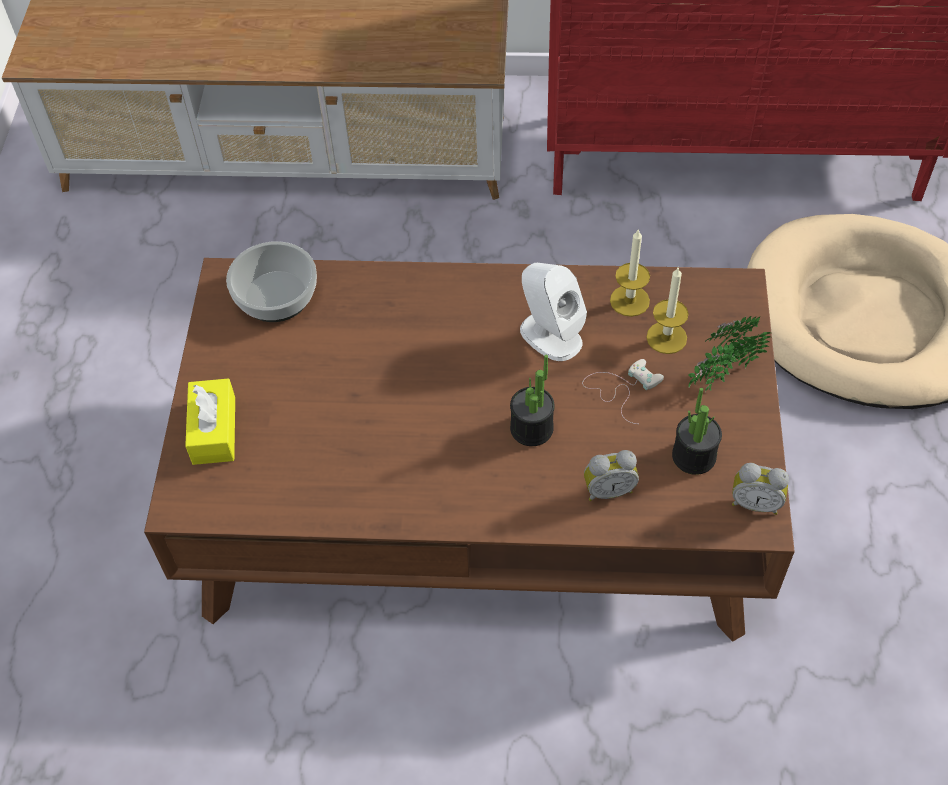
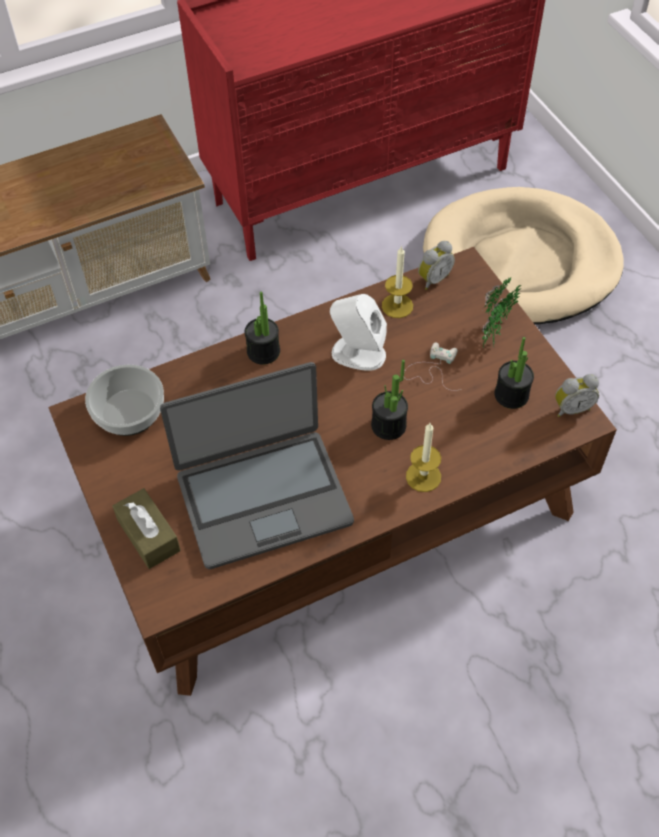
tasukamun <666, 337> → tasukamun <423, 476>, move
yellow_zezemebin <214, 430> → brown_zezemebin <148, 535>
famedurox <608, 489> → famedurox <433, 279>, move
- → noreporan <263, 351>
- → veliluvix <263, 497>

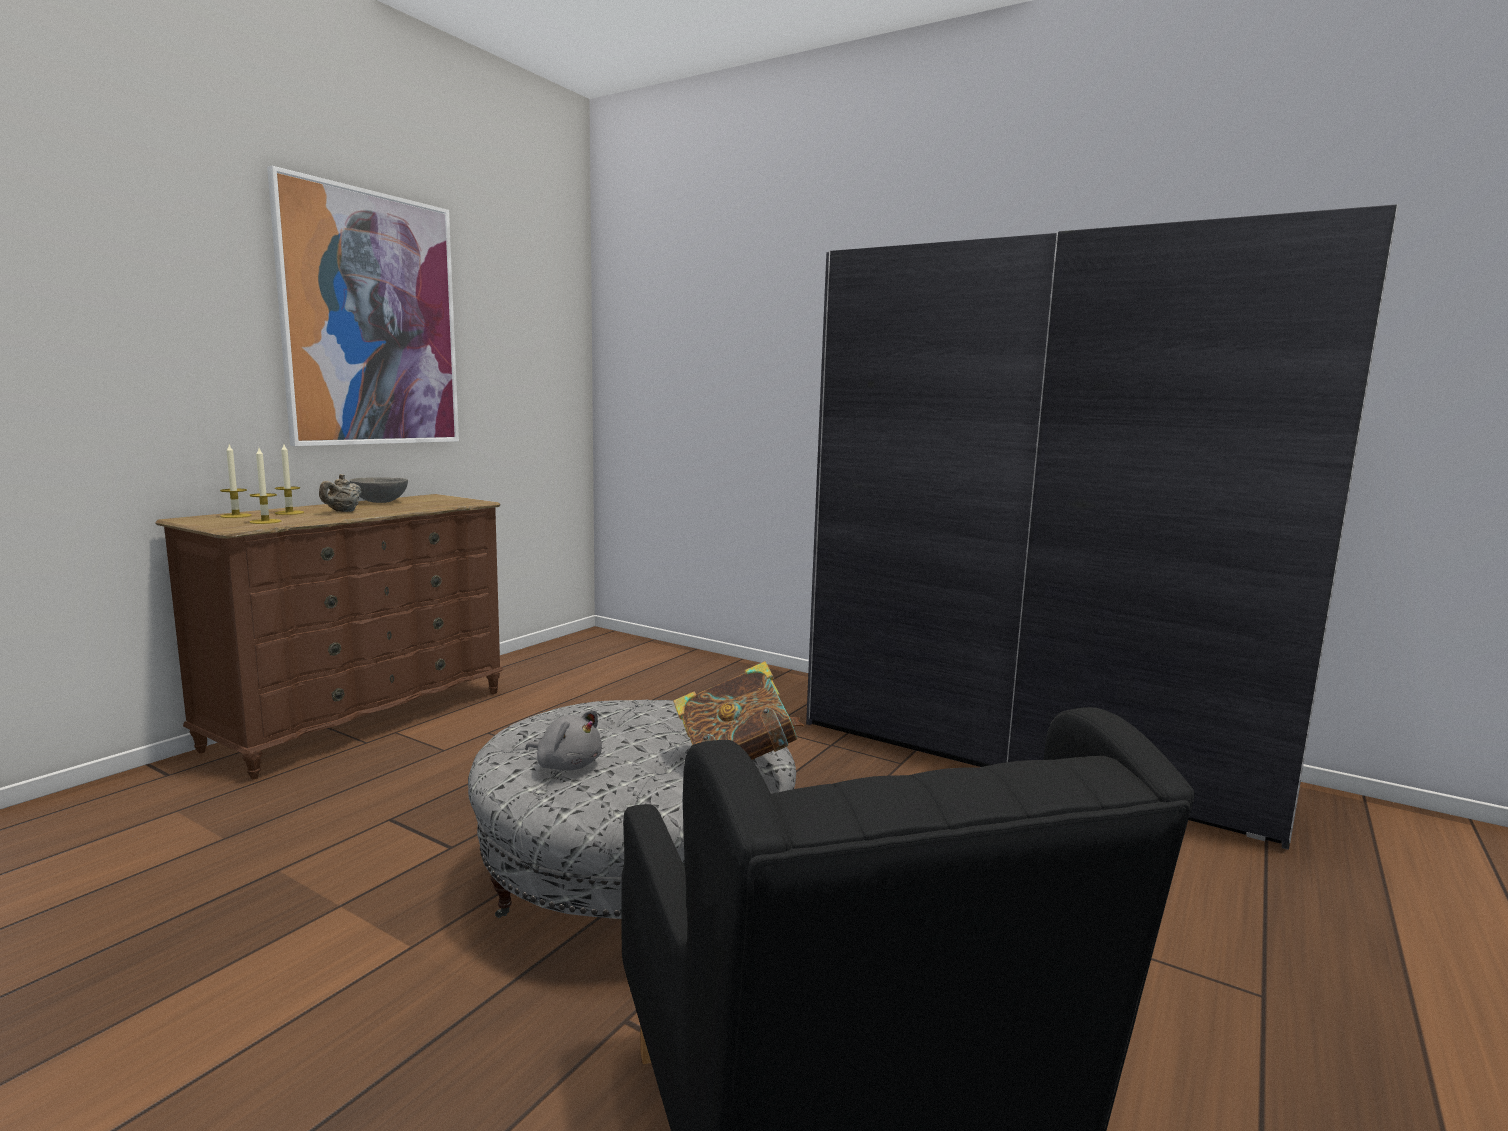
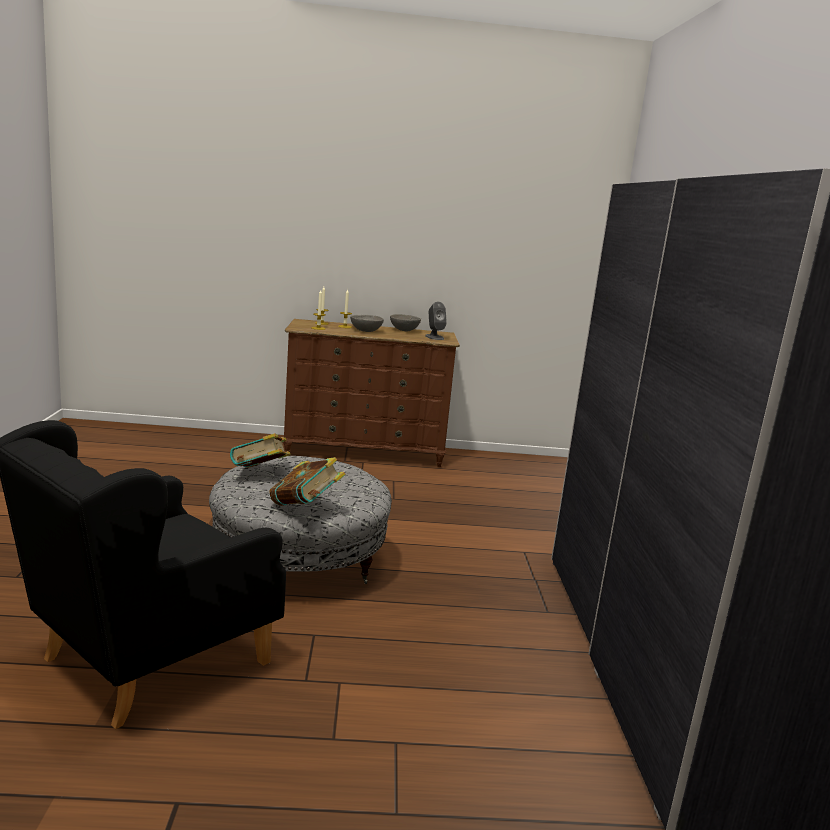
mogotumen <371, 320> → -
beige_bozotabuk <342, 512> → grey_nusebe <365, 331>
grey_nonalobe <567, 765> → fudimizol <260, 474>
- → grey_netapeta <434, 337>

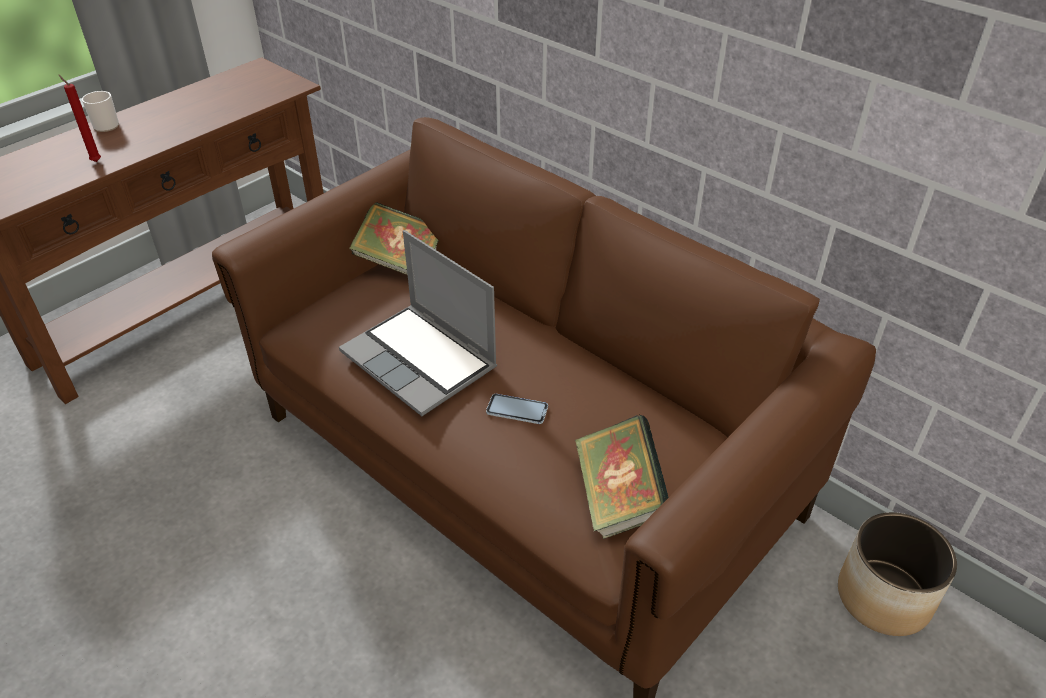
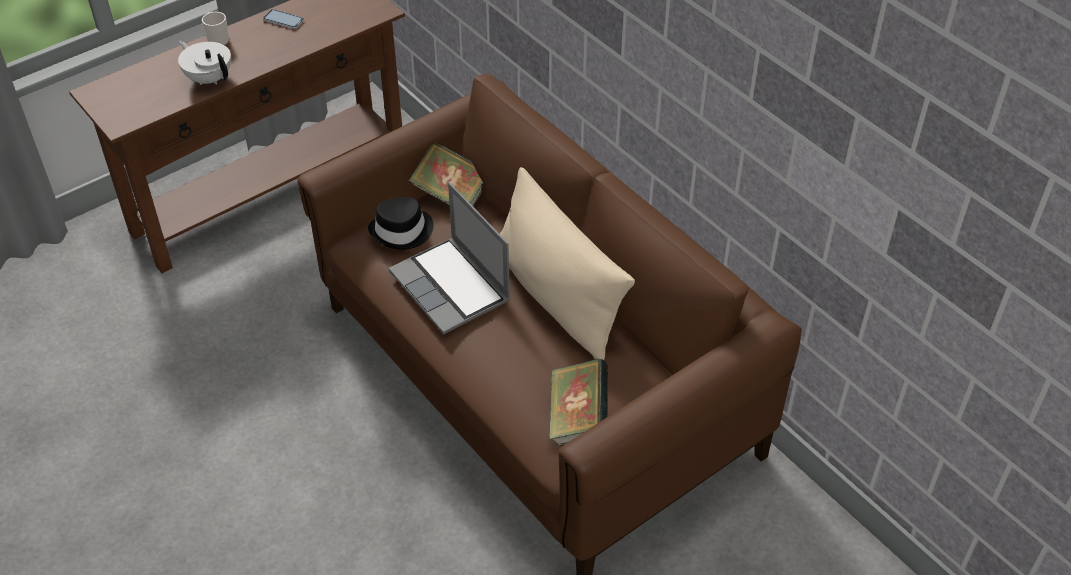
red_tasukamun <95, 161> → white_bozotabuk <209, 78>
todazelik <517, 410> → todazelik <283, 20>, move
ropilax <884, 597> → -
- → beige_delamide <556, 297>
- → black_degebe <402, 231>

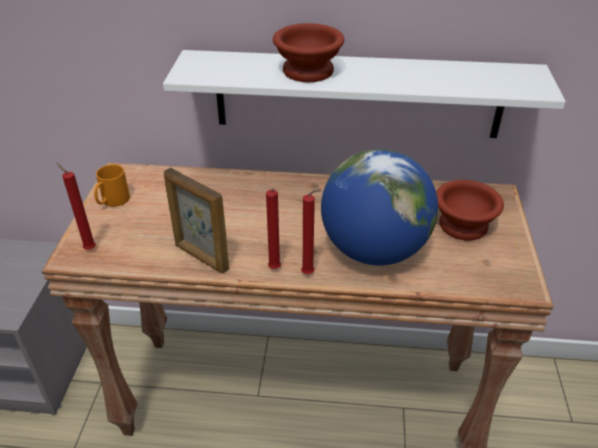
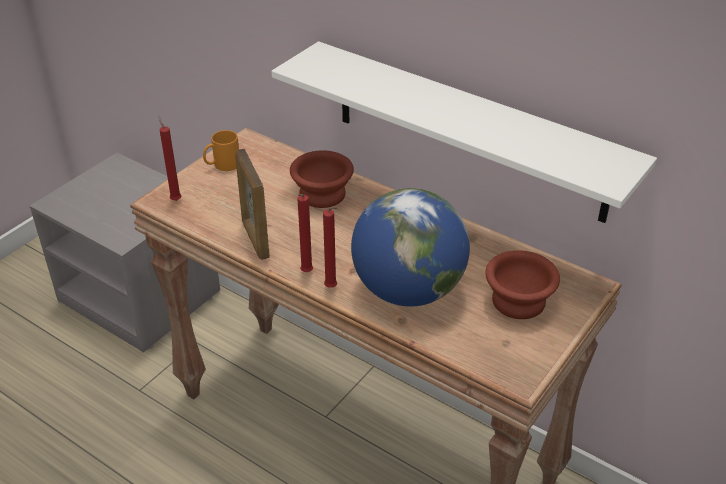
brown_nusebe <310, 72> → brown_nusebe <323, 195>, move

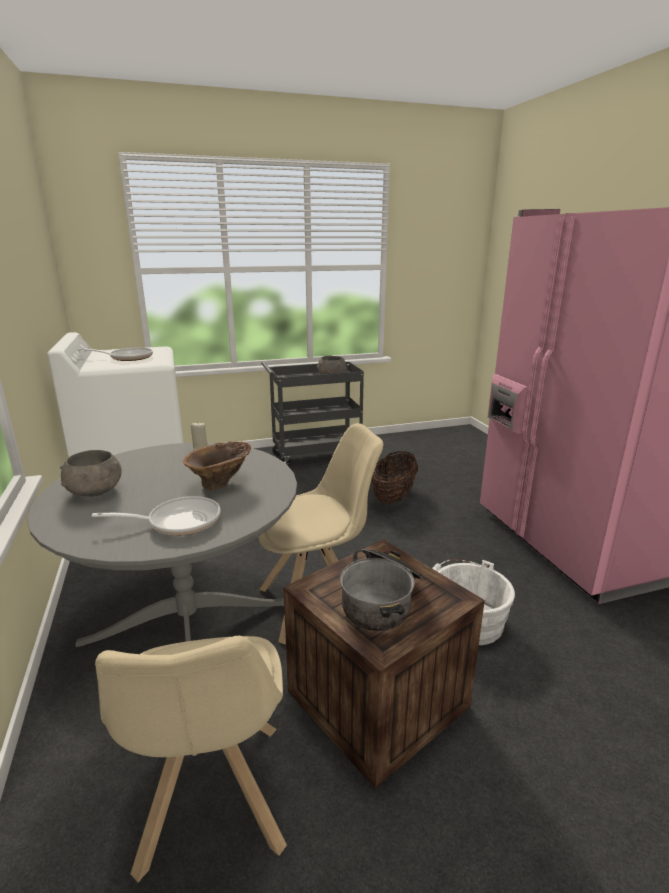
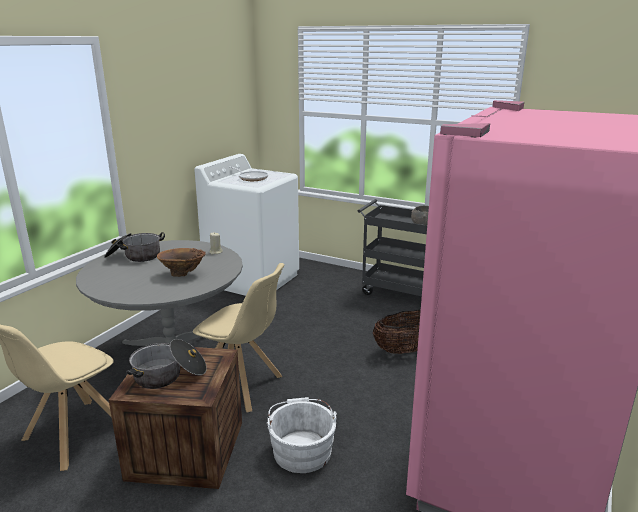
grey_nusebe <95, 491> → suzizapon <135, 256>
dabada <178, 521> → -

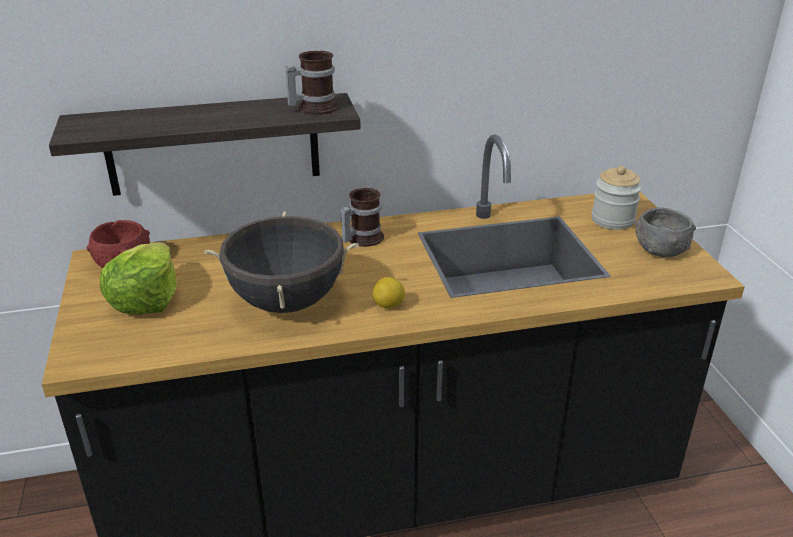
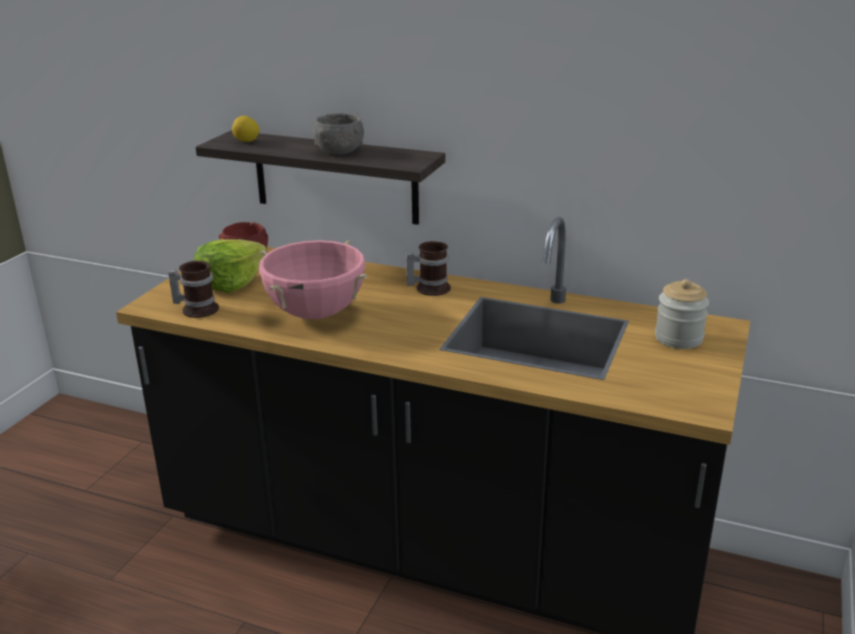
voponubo <313, 107> → voponubo <197, 308>, move
grey_nusebe <660, 249> → grey_nusebe <339, 151>, move
black_suzizapon <286, 302> → pink_suzizapon <316, 313>
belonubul <389, 305> → belonubul <246, 141>, move

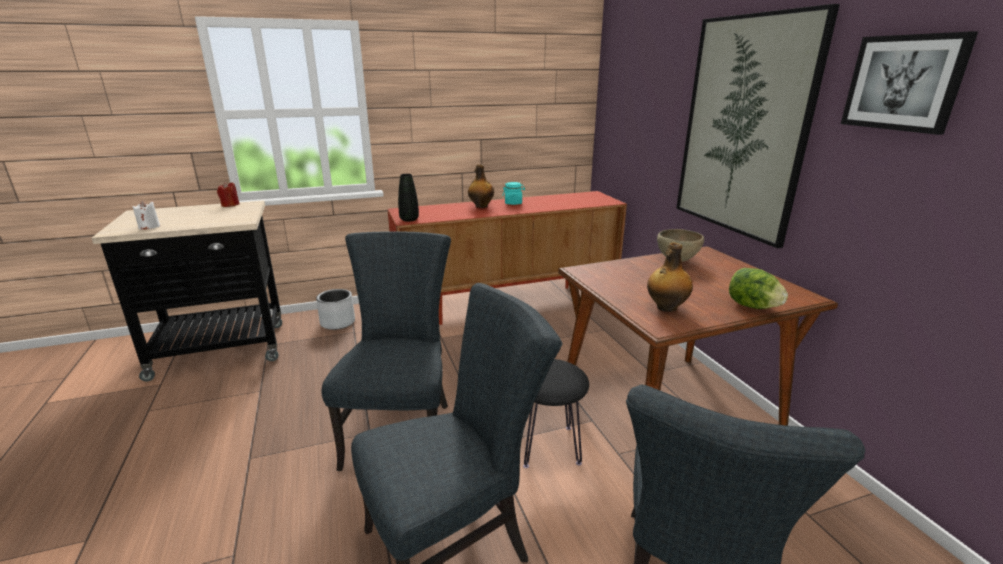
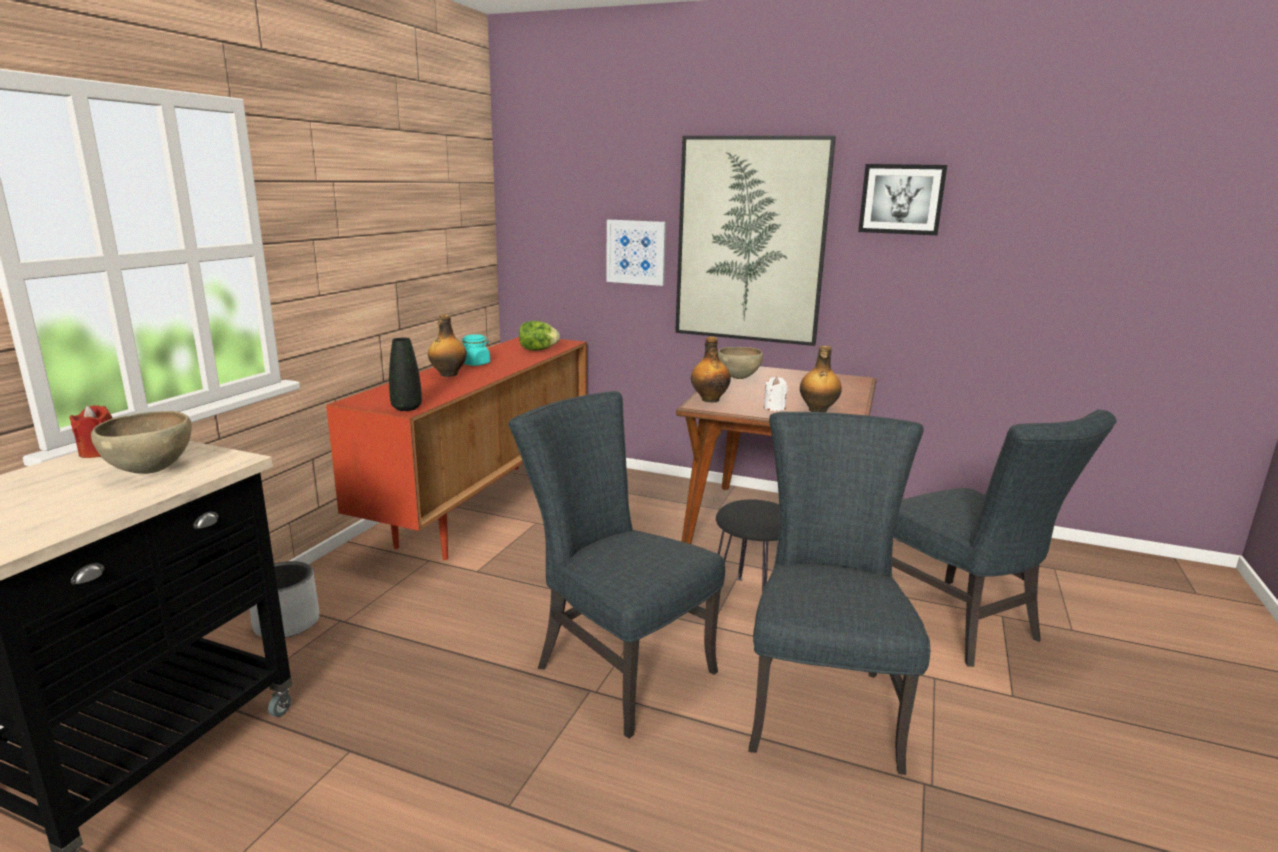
white_tasukamun <149, 227> → white_tasukamun <774, 408>, move
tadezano <752, 306> → tadezano <537, 350>, move
- → mogotumen <636, 252>
- → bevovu <709, 399>
- → brown_nusebe <151, 471>

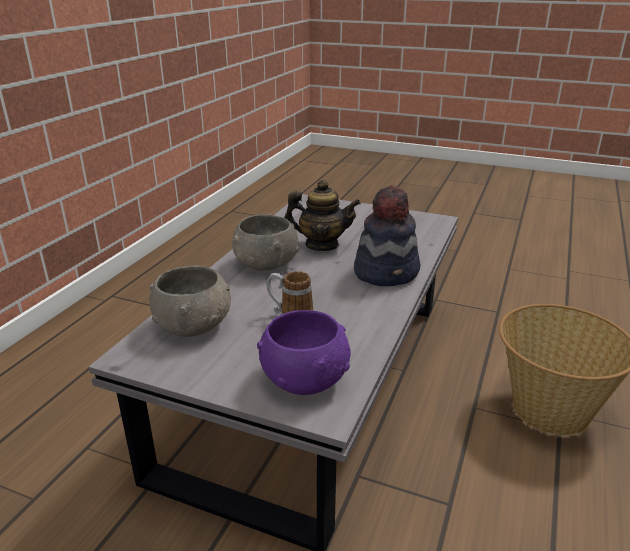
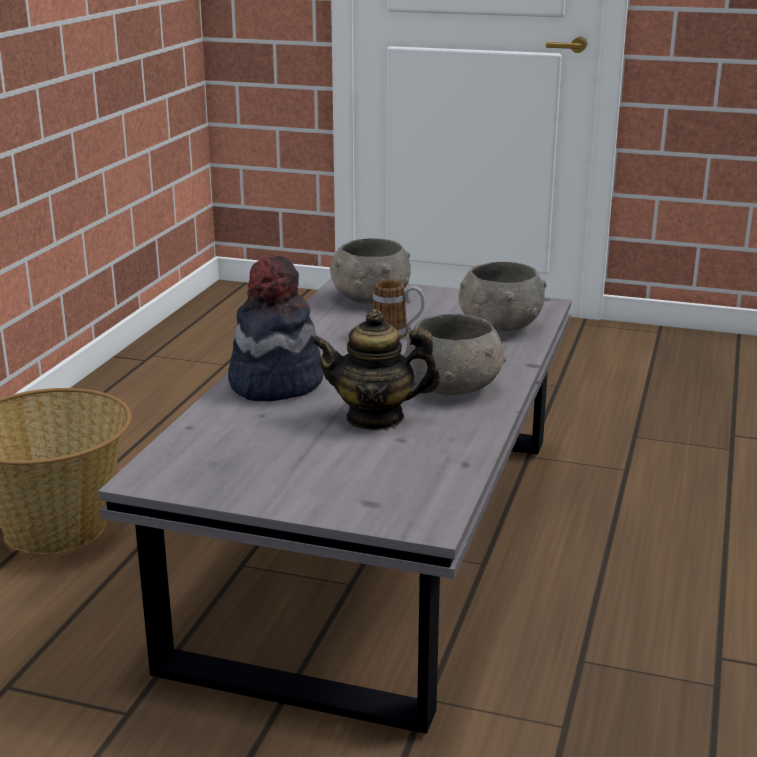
purple_nusebe <305, 378> → grey_nusebe <370, 299>

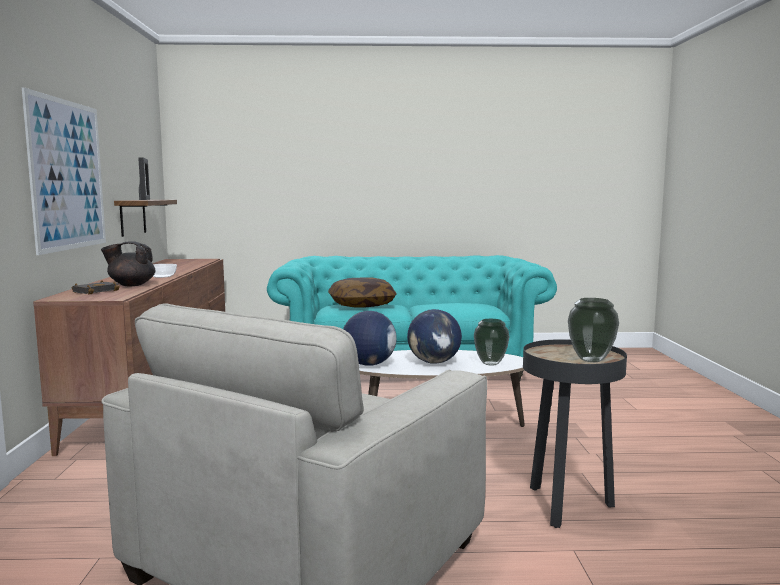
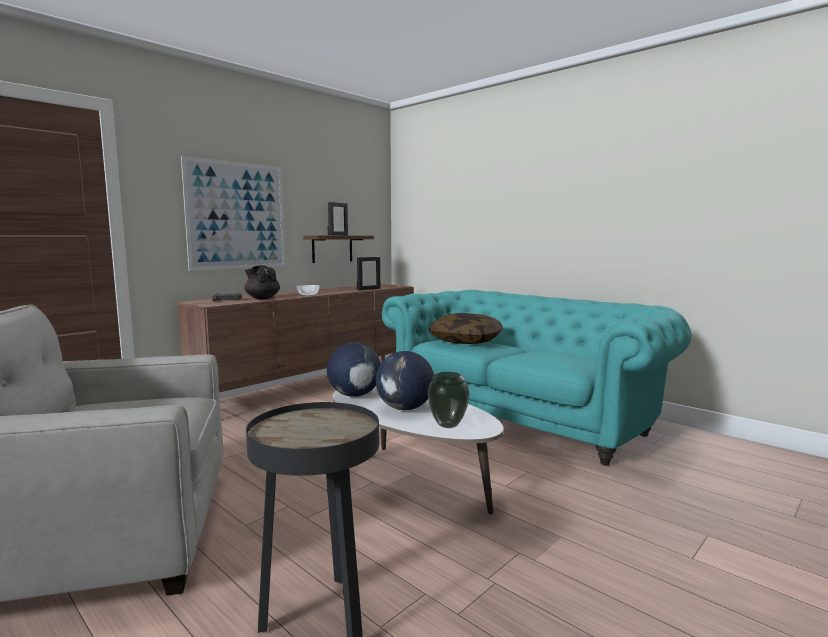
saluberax <592, 360> → -
- → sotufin <368, 289>

